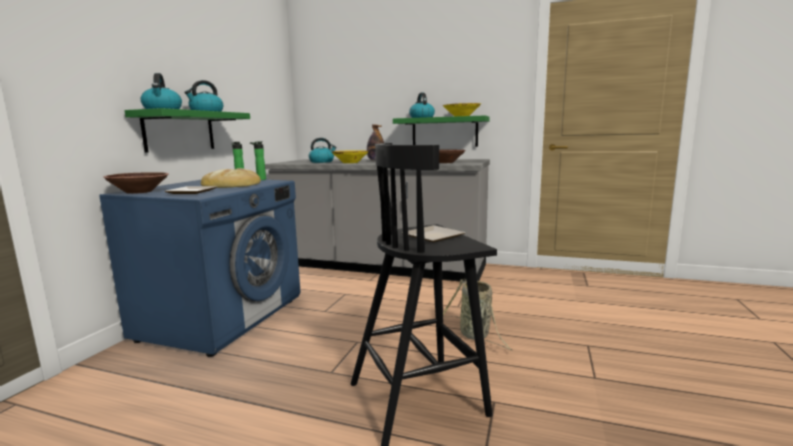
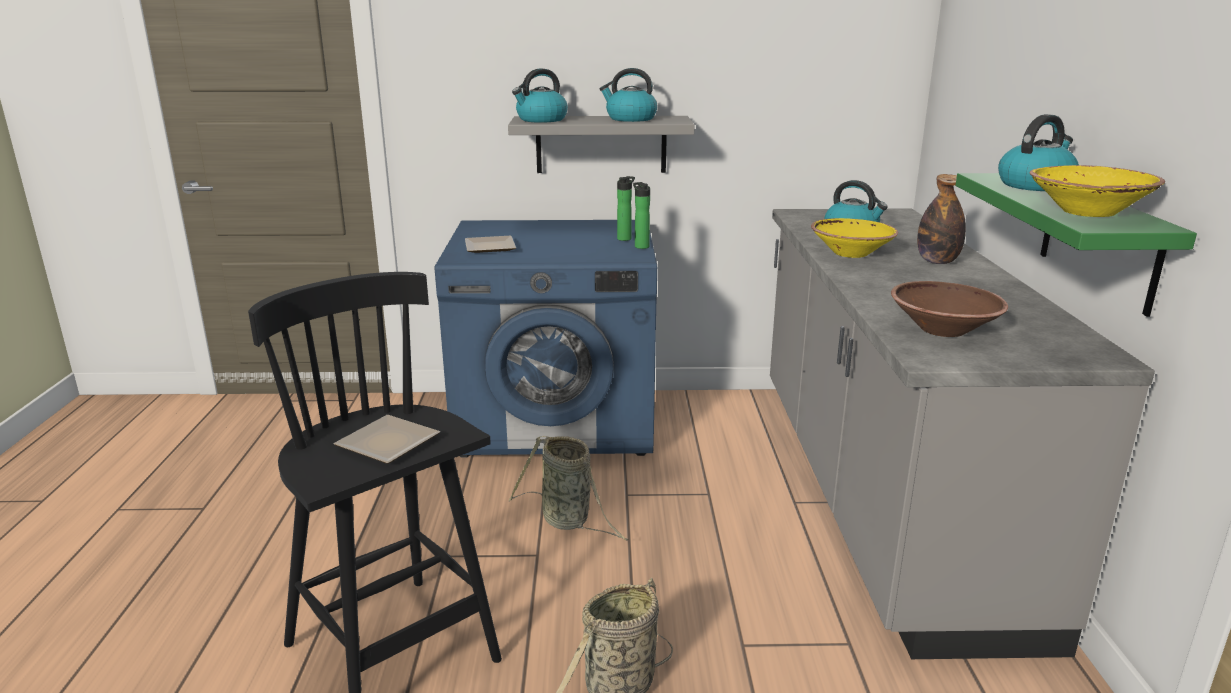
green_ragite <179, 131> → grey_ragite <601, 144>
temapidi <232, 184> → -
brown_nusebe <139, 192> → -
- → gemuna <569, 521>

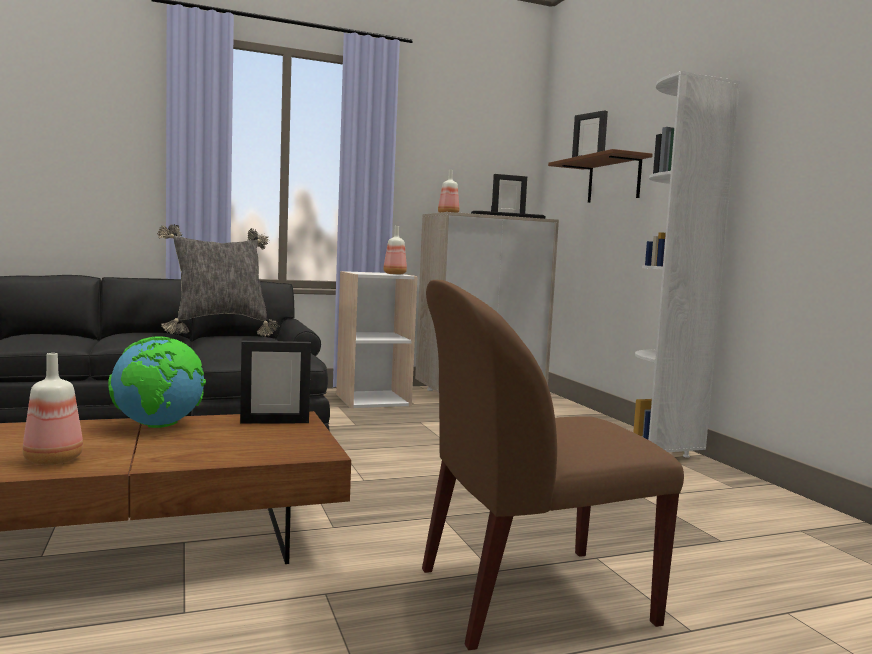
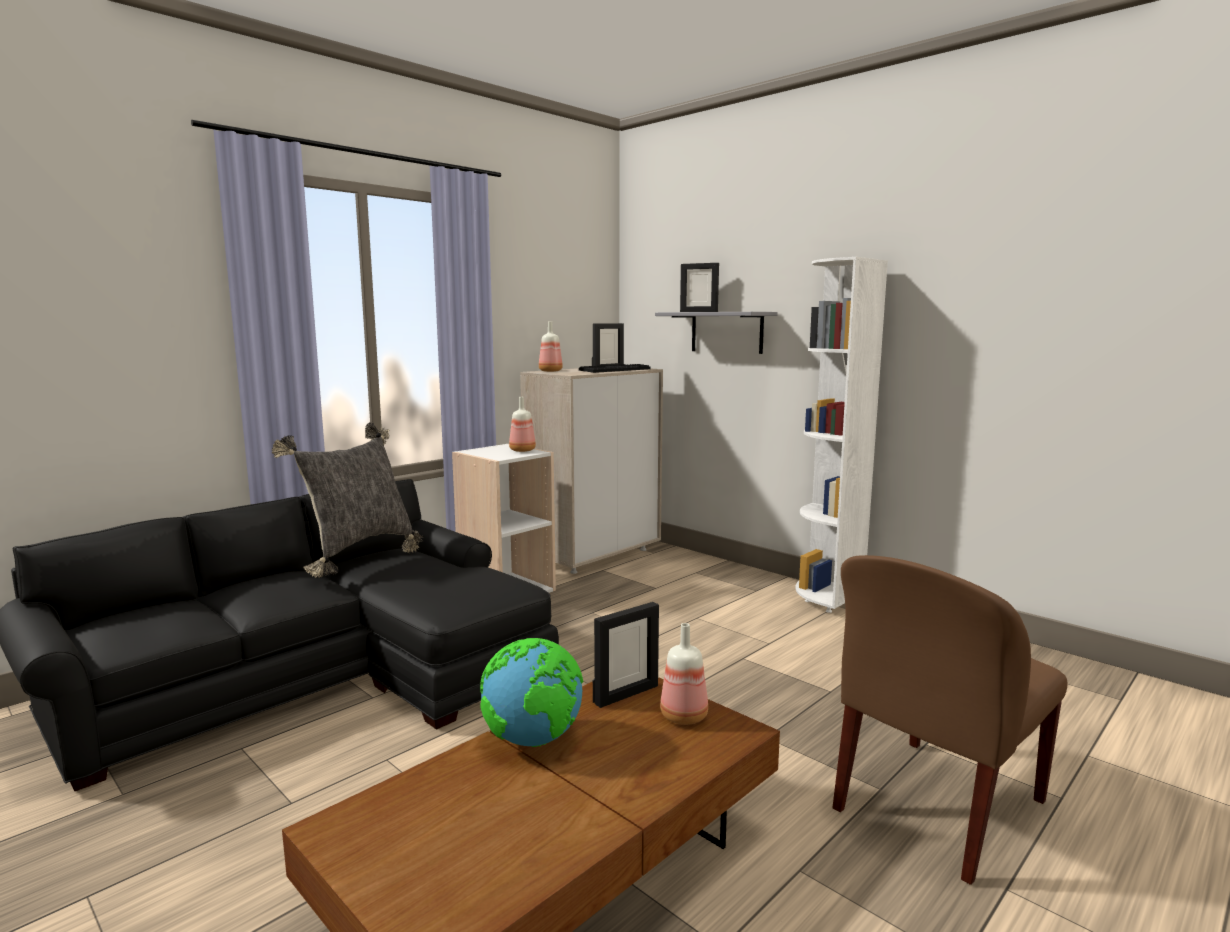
brown_ragite <614, 180> → grey_ragite <726, 332>
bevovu <54, 460> → bevovu <685, 716>, move

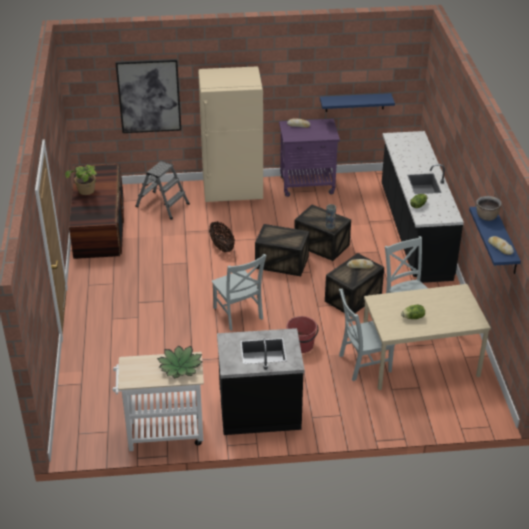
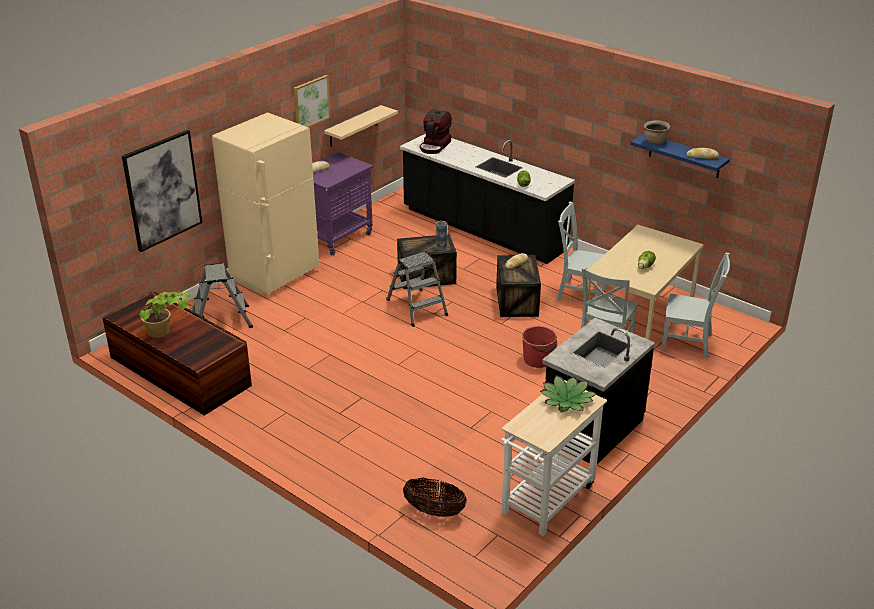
blue_ragite <355, 102> → beige_ragite <353, 126>
gemuna <222, 246> → gemuna <434, 511>, move
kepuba <282, 262> → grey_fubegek <416, 307>
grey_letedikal <238, 315> → grey_letedikal <689, 343>, move
- → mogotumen <311, 102>
- → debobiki <435, 146>

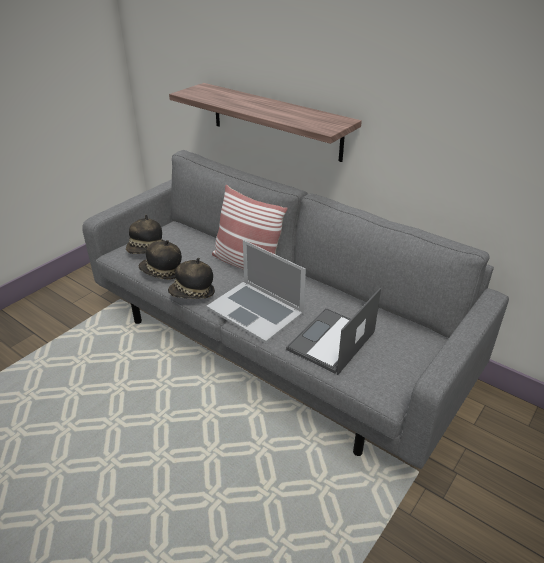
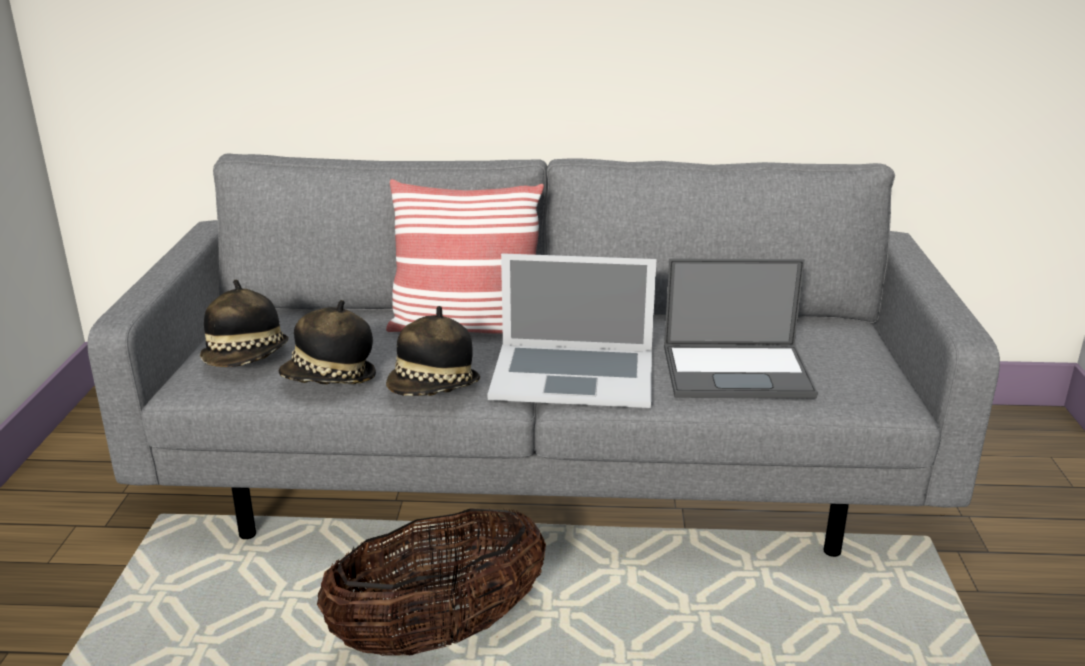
ragite <275, 121> → -
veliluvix <331, 341> → veliluvix <738, 371>, 90 degrees counterclockwise
- → gemuna <439, 633>

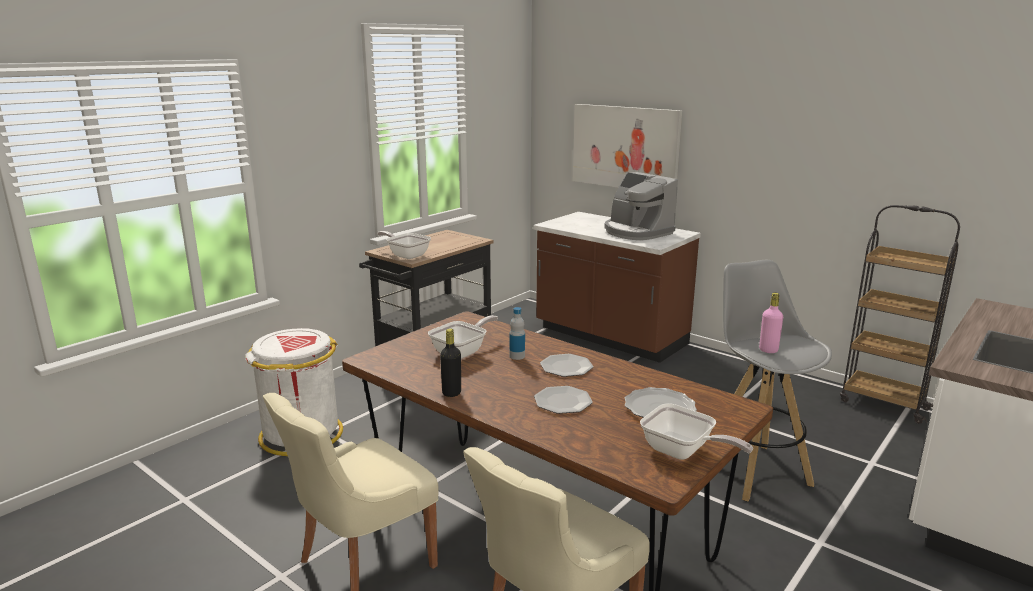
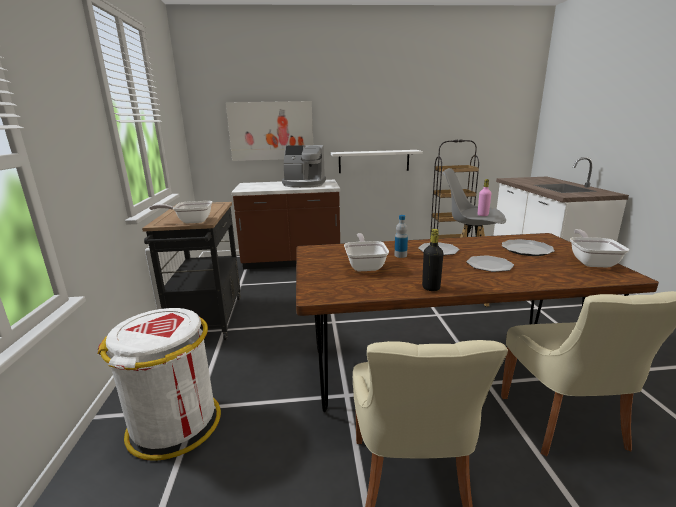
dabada <683, 452> → dabada <591, 261>, 75 degrees counterclockwise
- → white_ragite <374, 161>

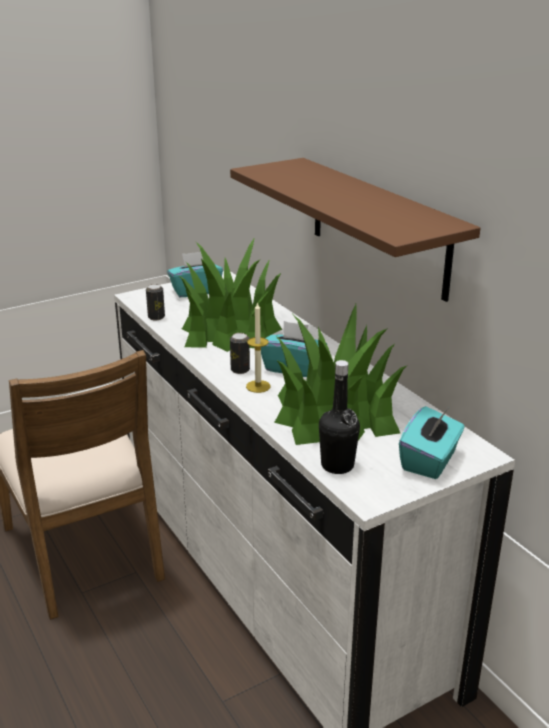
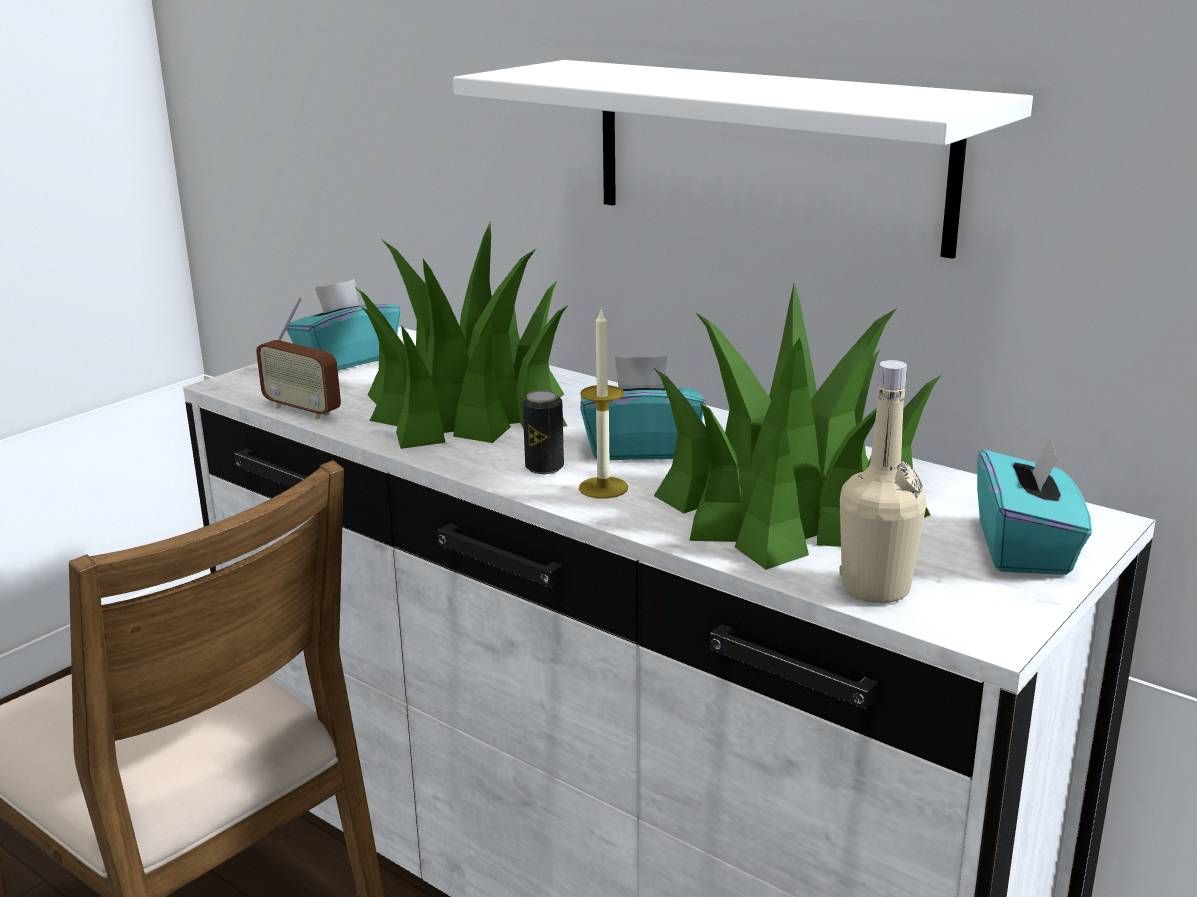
brown_ragite <378, 227> → white_ragite <768, 153>
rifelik <156, 317> → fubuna <303, 410>
black_bevovu <337, 465> → beige_bevovu <875, 588>

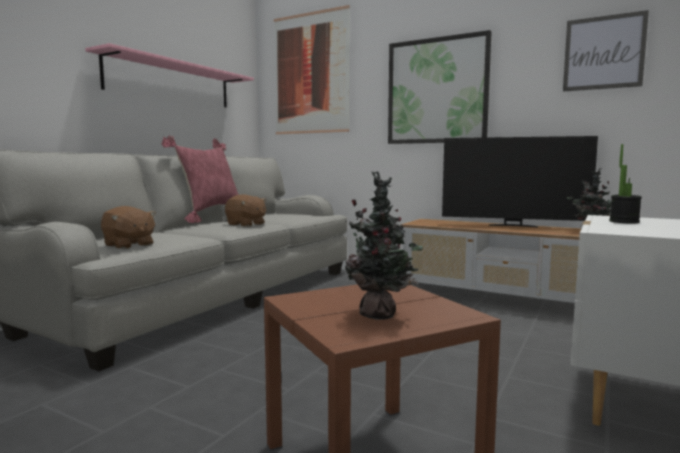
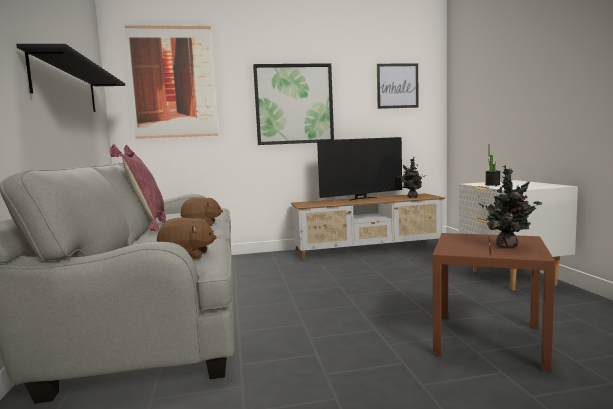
pink_ragite <171, 83> → black_ragite <66, 86>

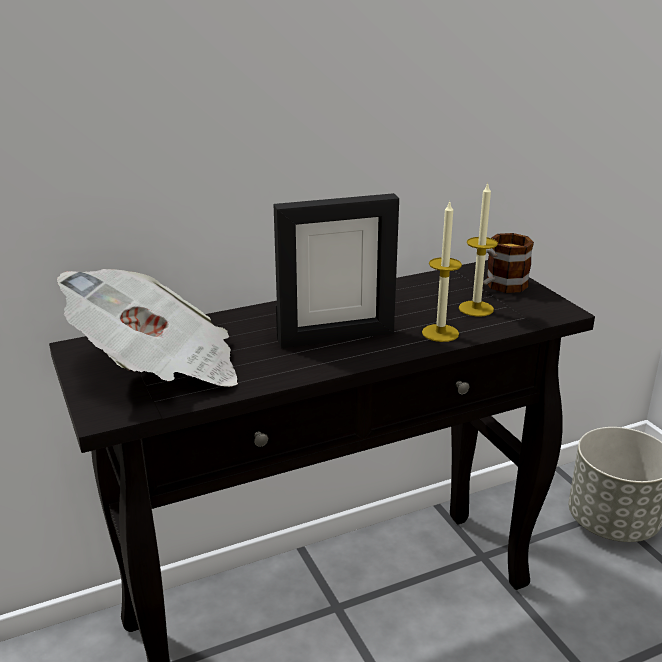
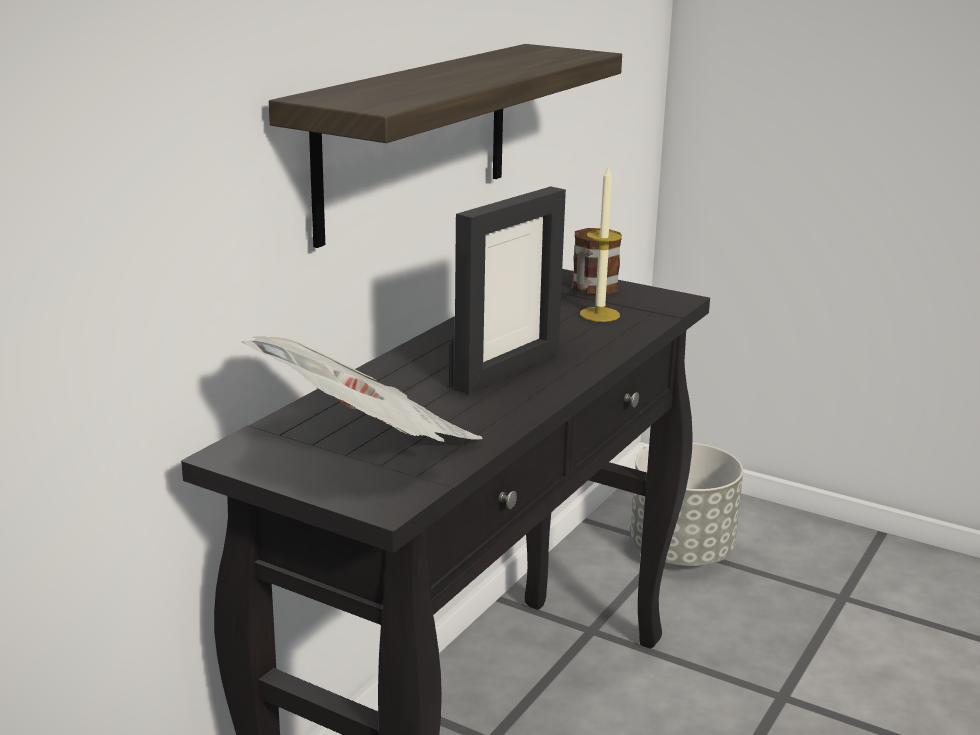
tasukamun <440, 333> → -
- → ragite <415, 139>

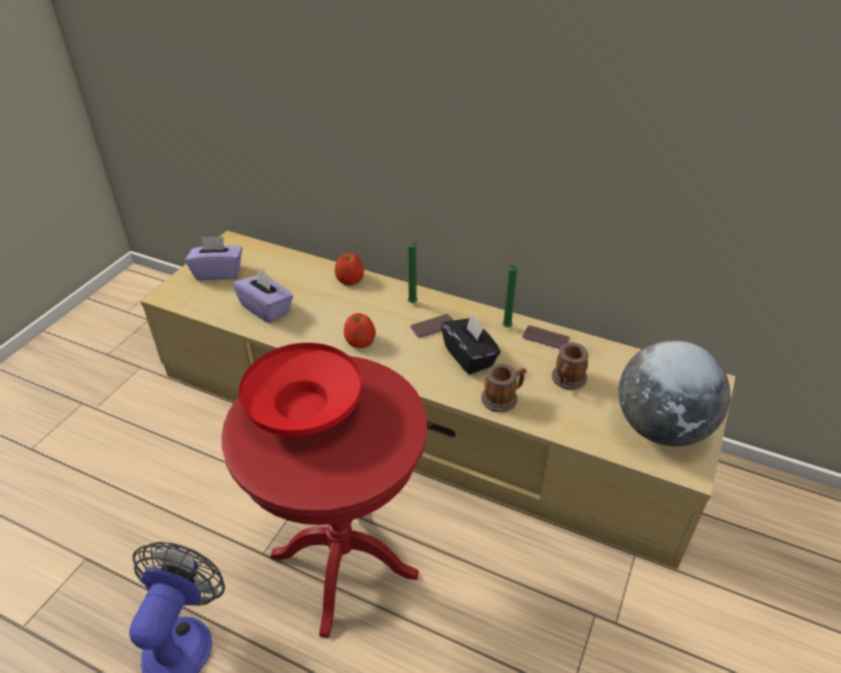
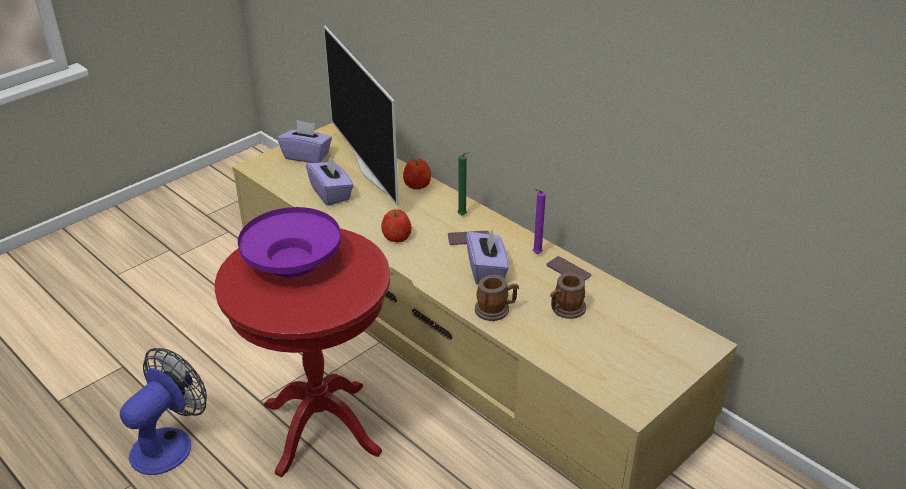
green_tasukamun <505, 328> → purple_tasukamun <535, 254>
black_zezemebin <469, 357> → purple_zezemebin <486, 270>
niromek <661, 428> → -
red_nusebe <304, 410> → purple_nusebe <292, 262>
- → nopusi <371, 172>

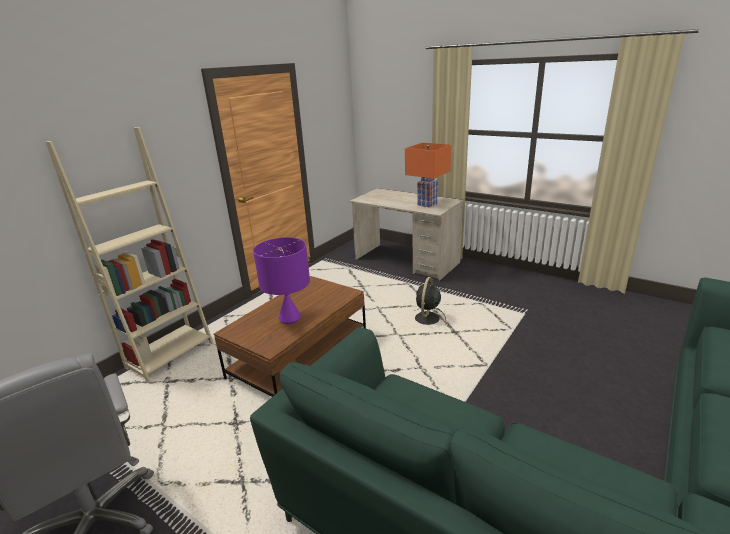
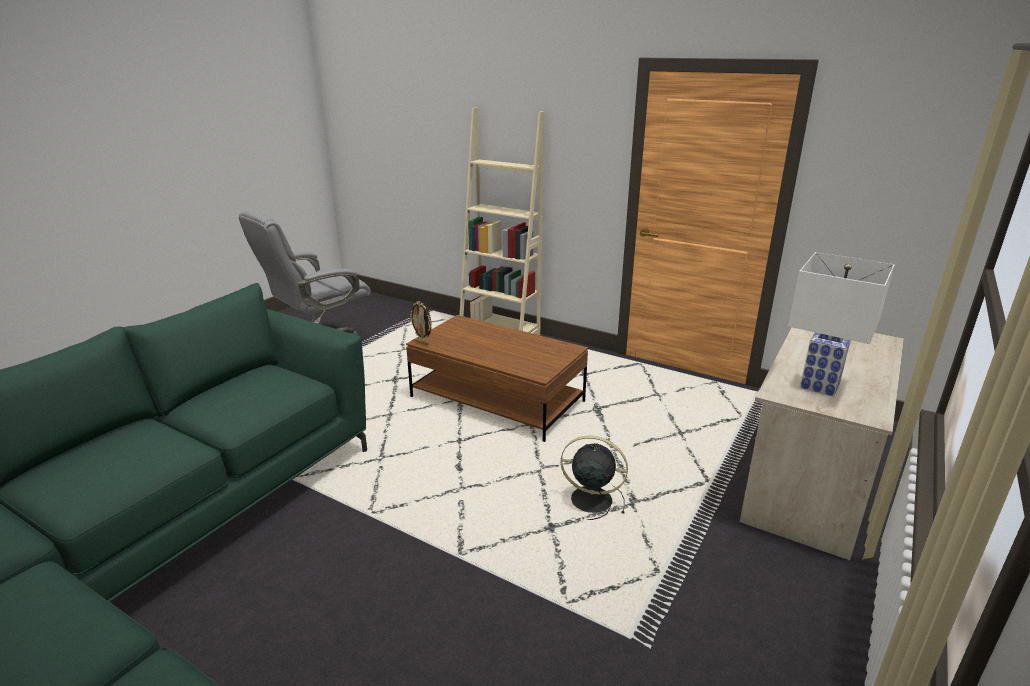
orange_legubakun <427, 204> → white_legubakun <820, 386>
purple_legubakun <290, 319> → -
- → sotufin <422, 342>

